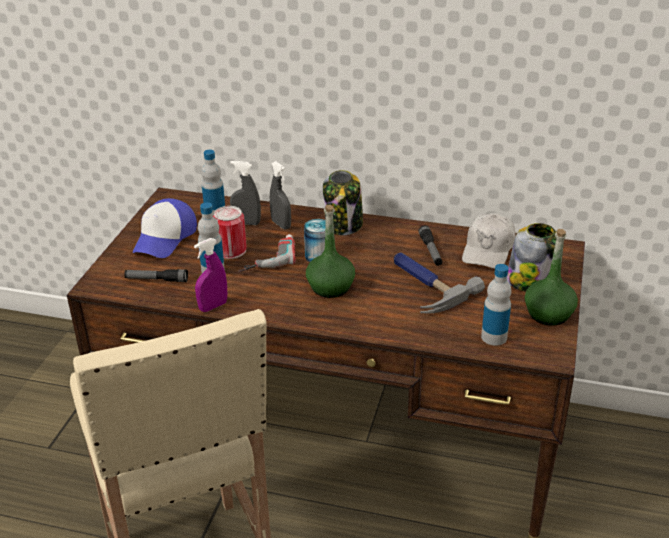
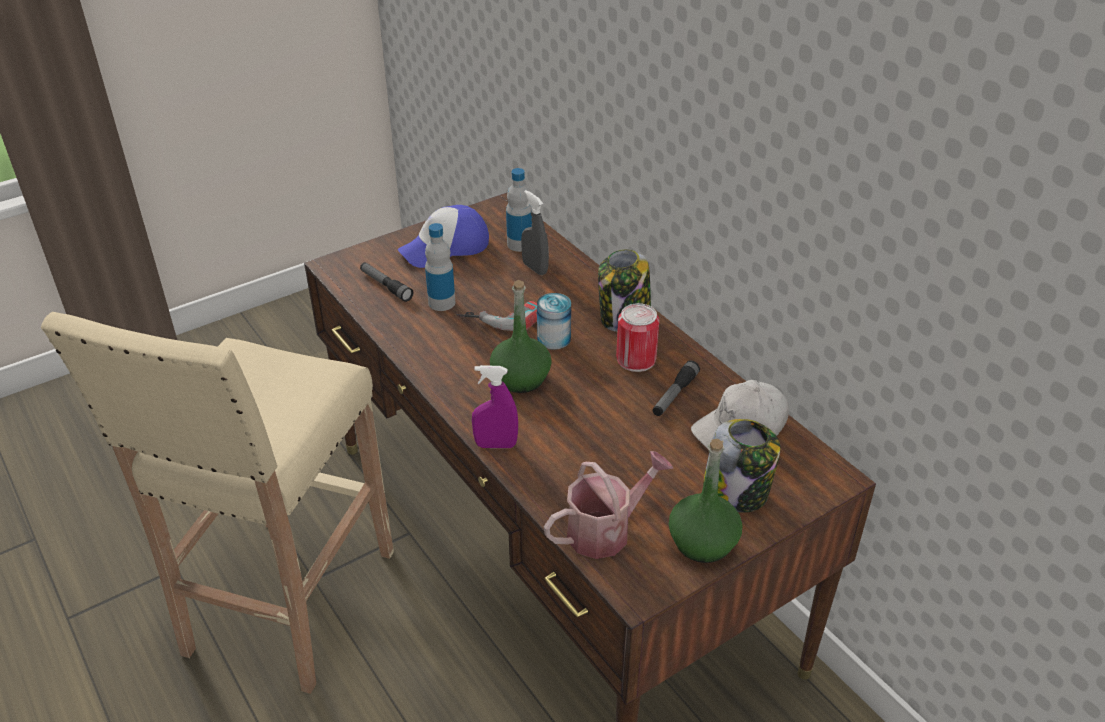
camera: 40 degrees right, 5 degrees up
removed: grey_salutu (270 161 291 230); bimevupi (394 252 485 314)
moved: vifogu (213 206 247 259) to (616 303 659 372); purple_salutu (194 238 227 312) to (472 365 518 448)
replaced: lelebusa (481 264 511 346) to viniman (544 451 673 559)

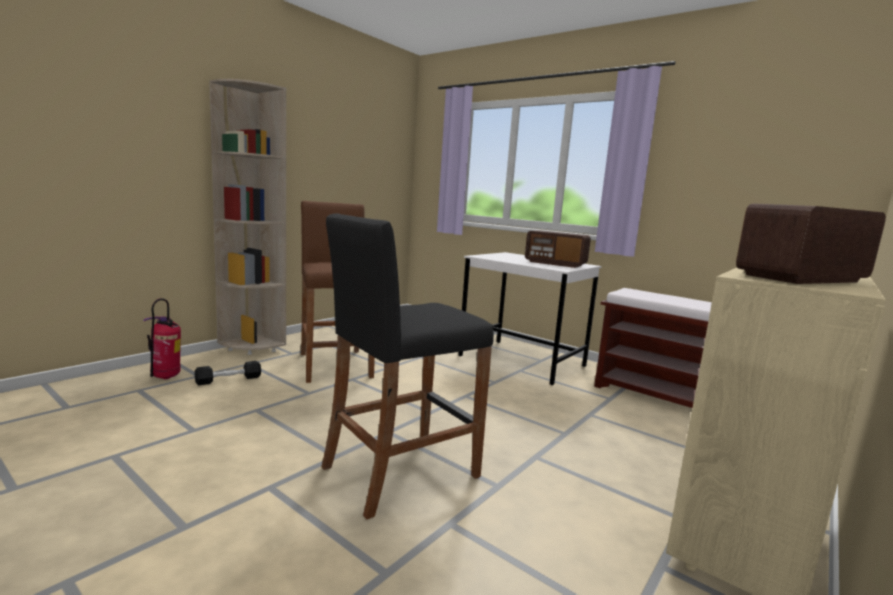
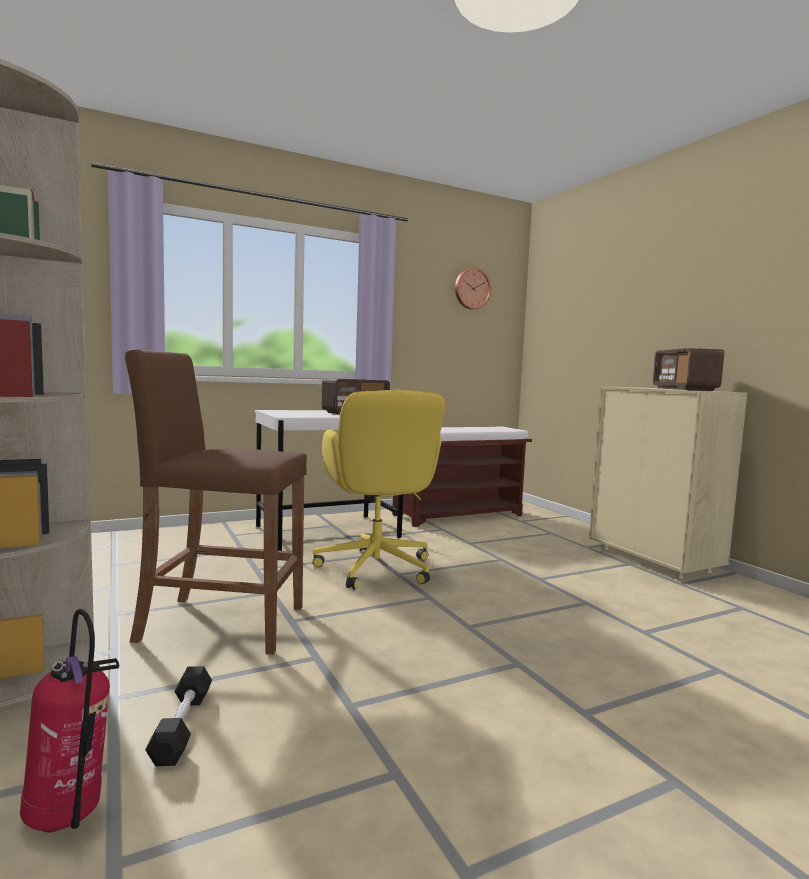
camera: 65 degrees left, 5 degrees down
removed: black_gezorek (321 213 494 519)
added: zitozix (455 268 491 310); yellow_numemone (313 390 445 589)

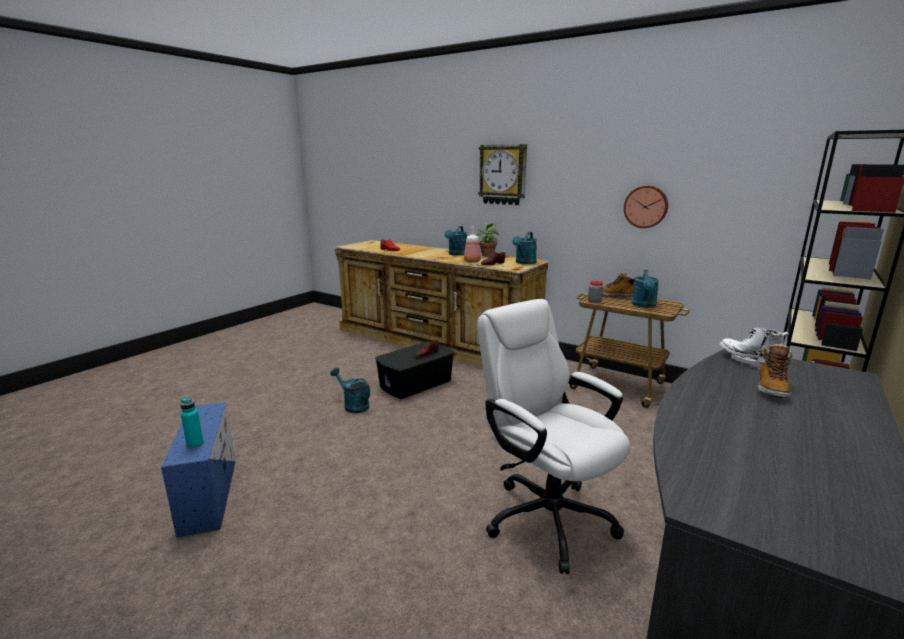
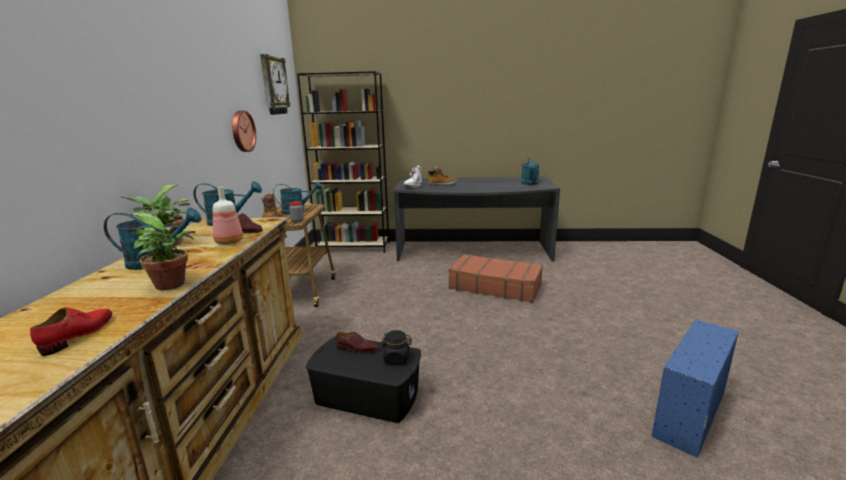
camera: 120 degrees left, 0 degrees up
removed: turquoise_lelebusa (180 397 204 449)
added: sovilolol (131 213 196 290); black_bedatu (381 330 412 365)
moved: zitozix (478 144 527 205) to (260 54 290 115); turquoise_viniman (330 368 370 413) to (521 158 539 185)
replaced: white_numemone (477 299 631 574) to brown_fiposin (448 254 543 303)

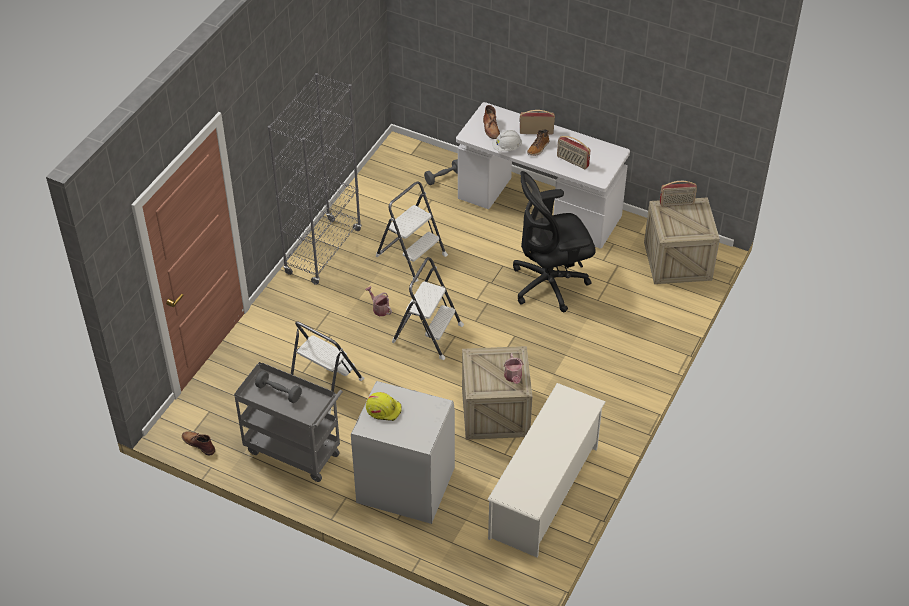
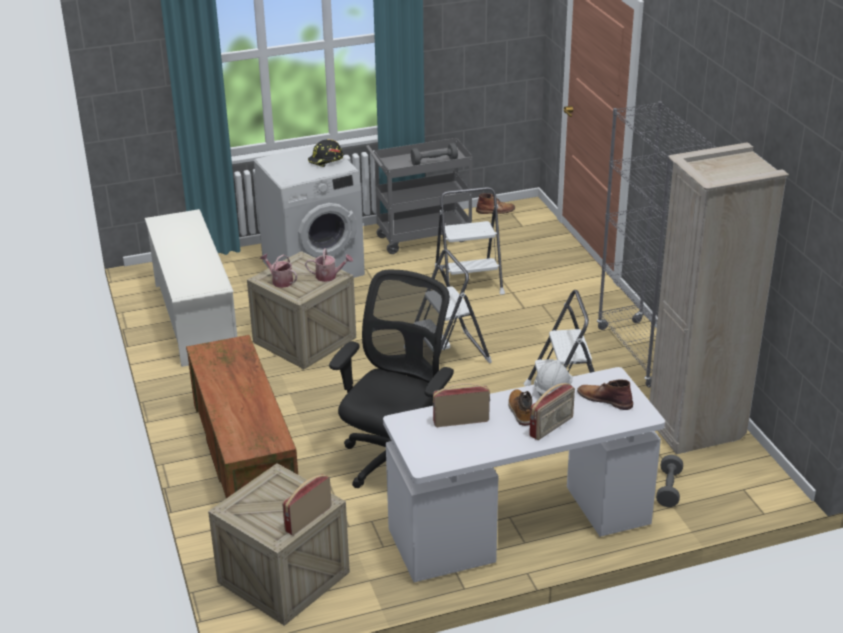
camera: 135 degrees right, 15 degrees down
added: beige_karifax (649 142 789 454); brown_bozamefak (186 335 298 498)
moved: viniman (365 286 392 316) to (305 249 353 282)
recoloured: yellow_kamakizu (366 392 402 421) to black_kamakizu (308 139 343 167)

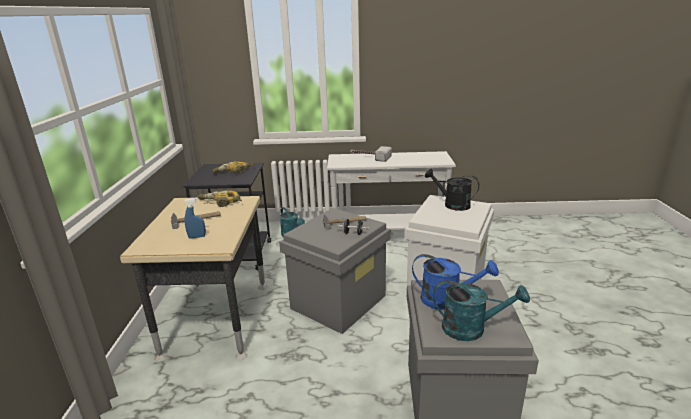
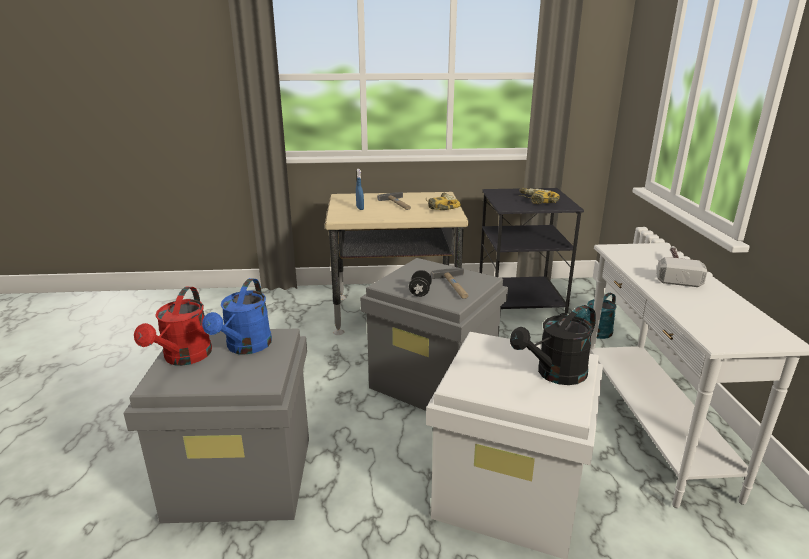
camera: 85 degrees right, 0 degrees up
recoloured: turquoise_viniman (433 280 530 341) to red_viniman (134 287 212 366)
turned: black_viniman (425 169 479 211) = (510 305 596 385) 150 degrees counterclockwise

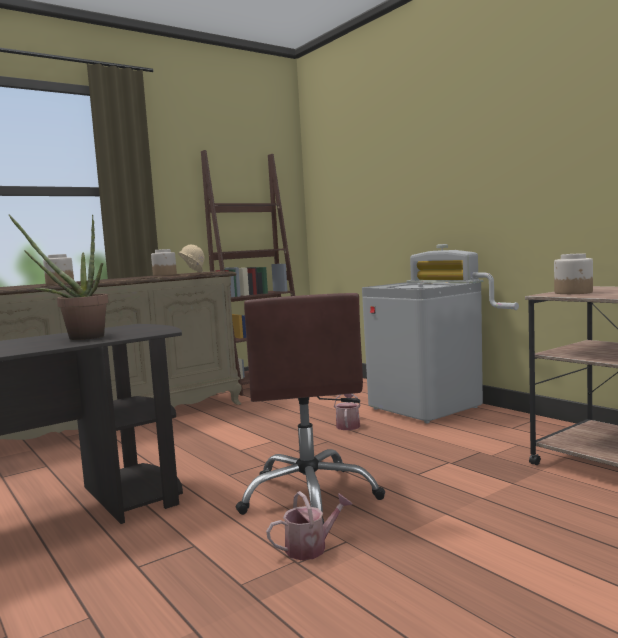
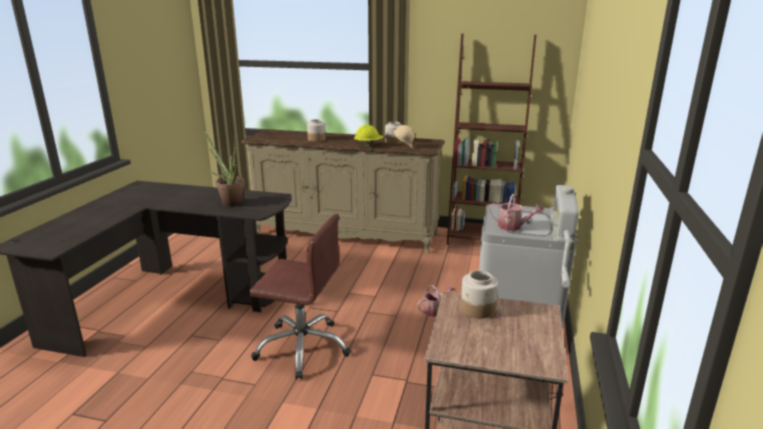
camera: 50 degrees right, 15 degrees up
added: yellow_kamakizu (354 125 384 146)
moved: viniman (266 491 353 560) to (489 194 543 231)
turned: brown_numemone (236 293 385 524) = (249 214 351 380) 120 degrees counterclockwise

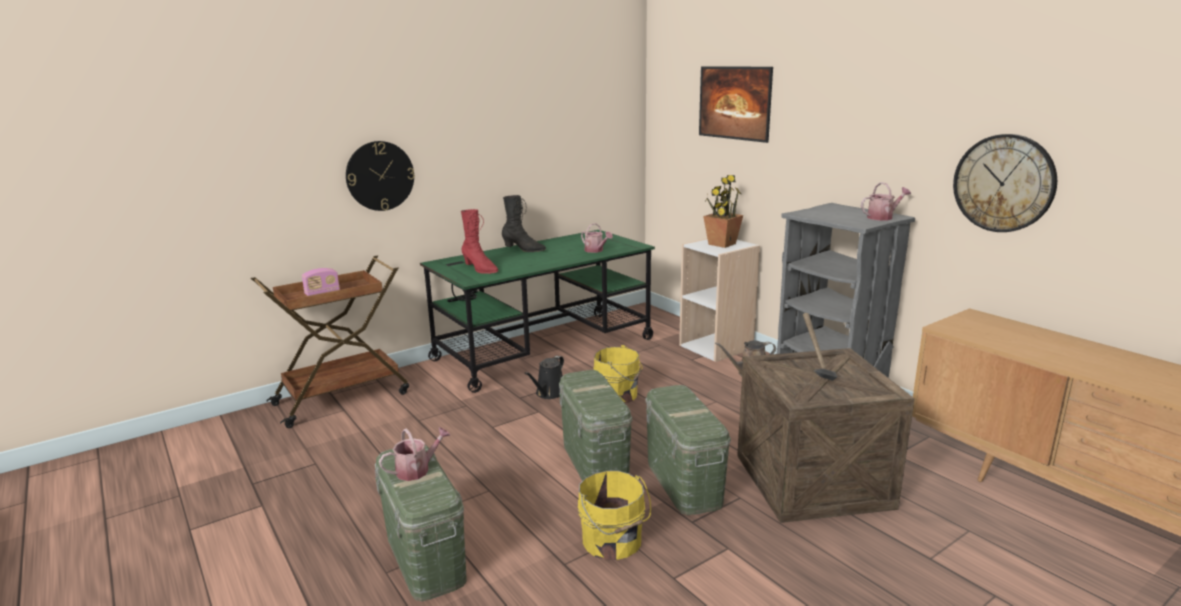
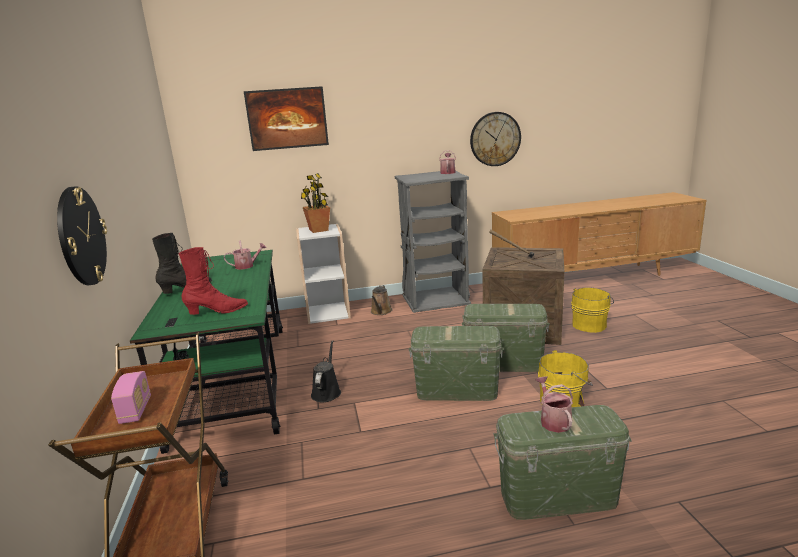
camera: 65 degrees left, 0 degrees up
moved: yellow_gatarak (593 345 642 403) to (571 287 614 333)
turned: black_viniman (525 356 564 399) = (311 340 341 402) 135 degrees counterclockwise

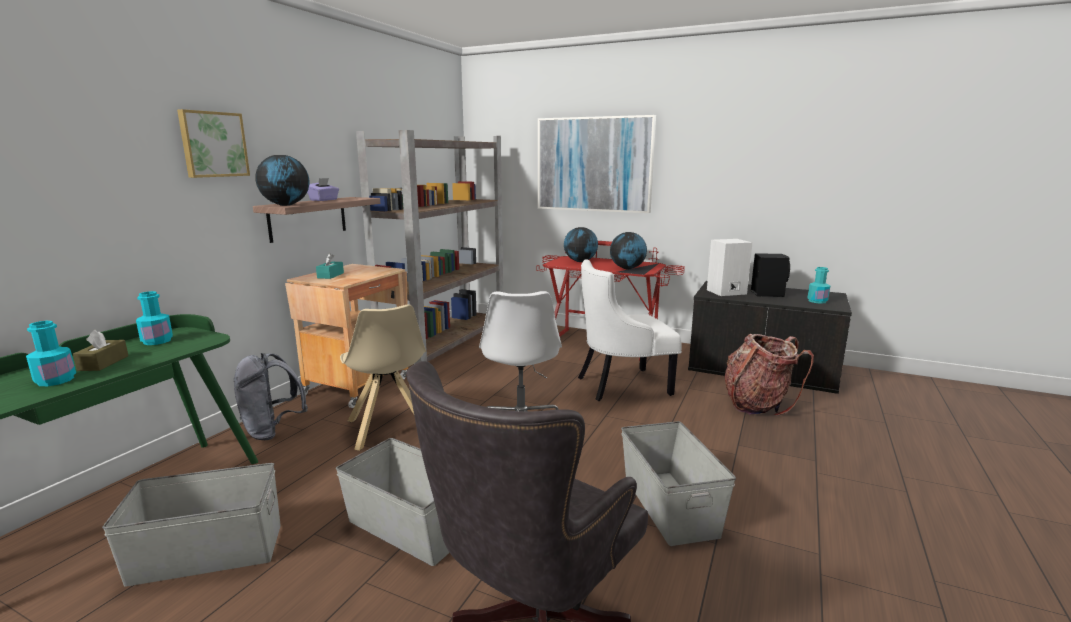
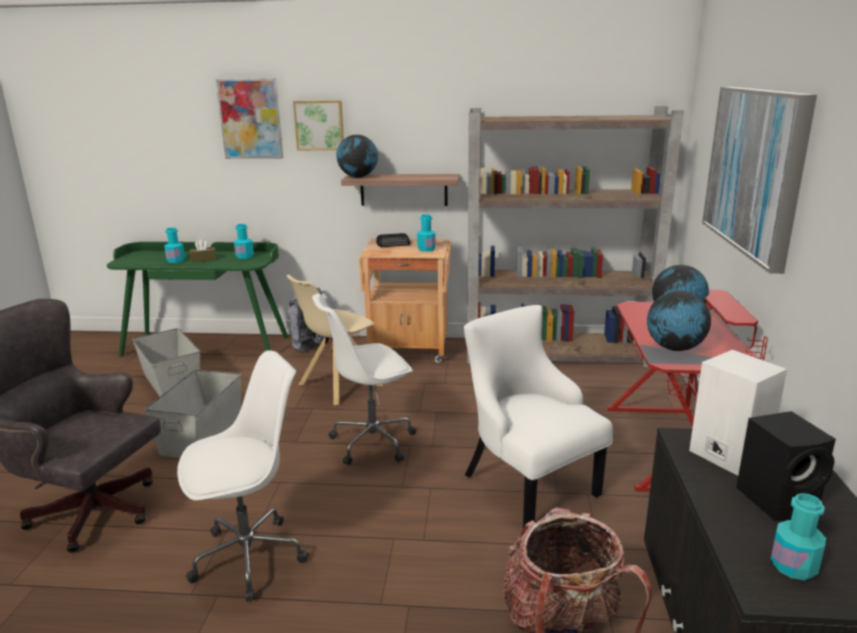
camera: 70 degrees right, 5 degrees up
removed: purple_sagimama (307 178 339 201)
added: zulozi (216 78 283 159); turquoise_lelebusa (417 215 436 252)
replaced: turquoise_sagimama (316 253 344 279) to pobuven (376 233 410 247); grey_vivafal (621 421 736 546) to white_numemone (177 350 309 601)

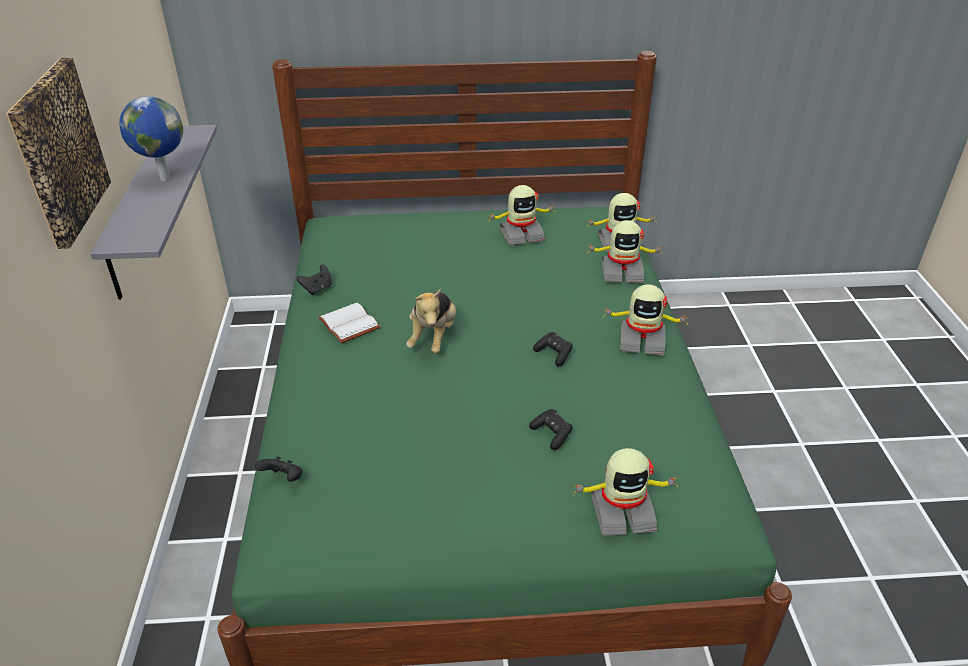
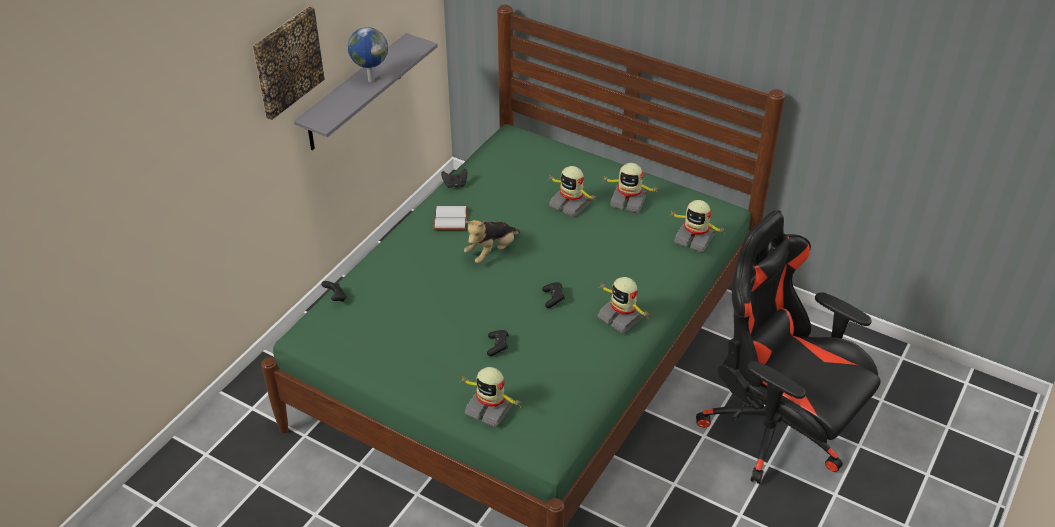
camera: 35 degrees right, 5 degrees up
added: black_numemone (696 210 881 484)
moved: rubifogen (586 220 663 283) to (548 166 595 217)

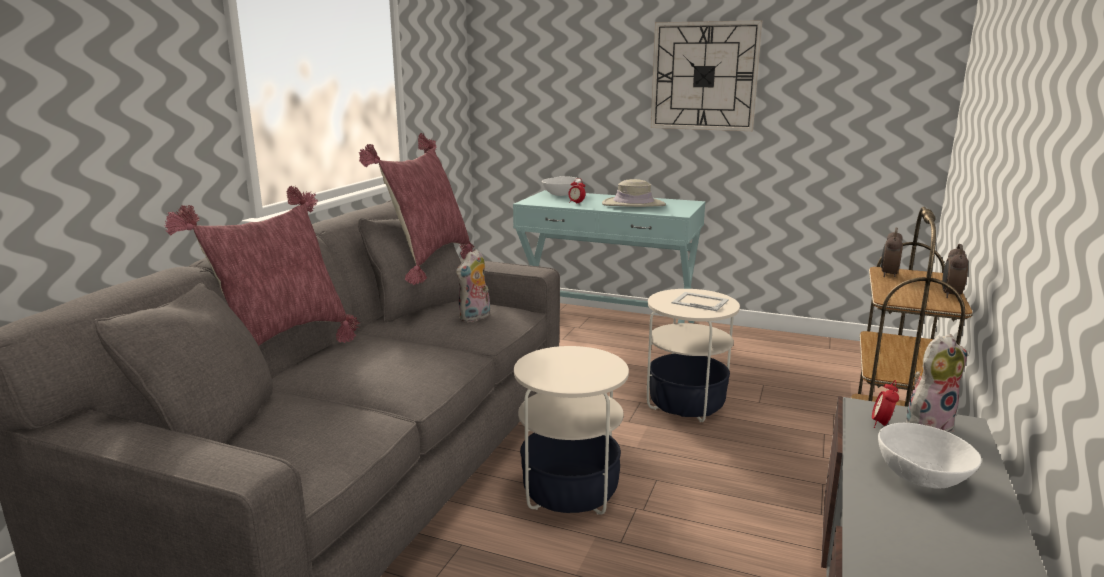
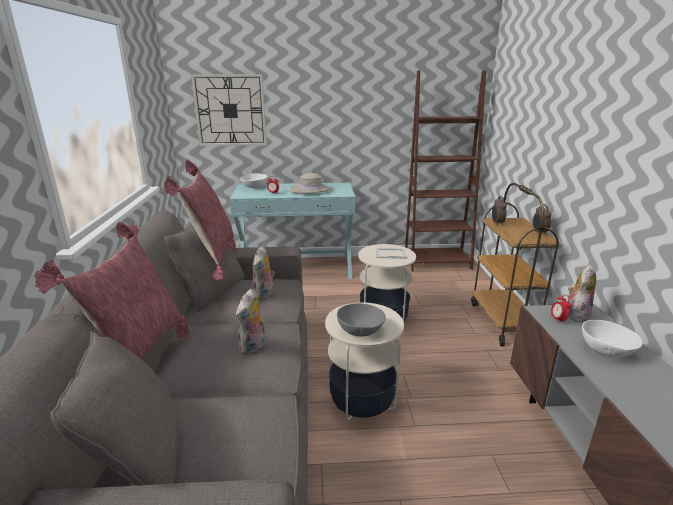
camera: 25 degrees left, 5 degrees up
added: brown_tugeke (405 70 486 271); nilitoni (236 289 266 355); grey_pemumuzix (337 303 386 337)
moved: zitozix (651 20 762 131) to (191 74 267 146)

